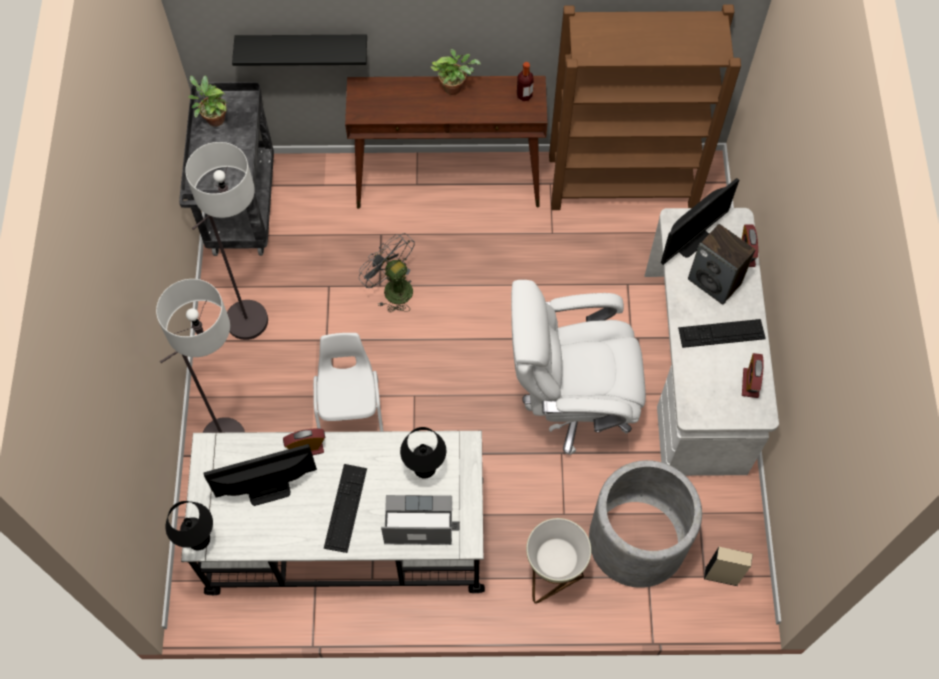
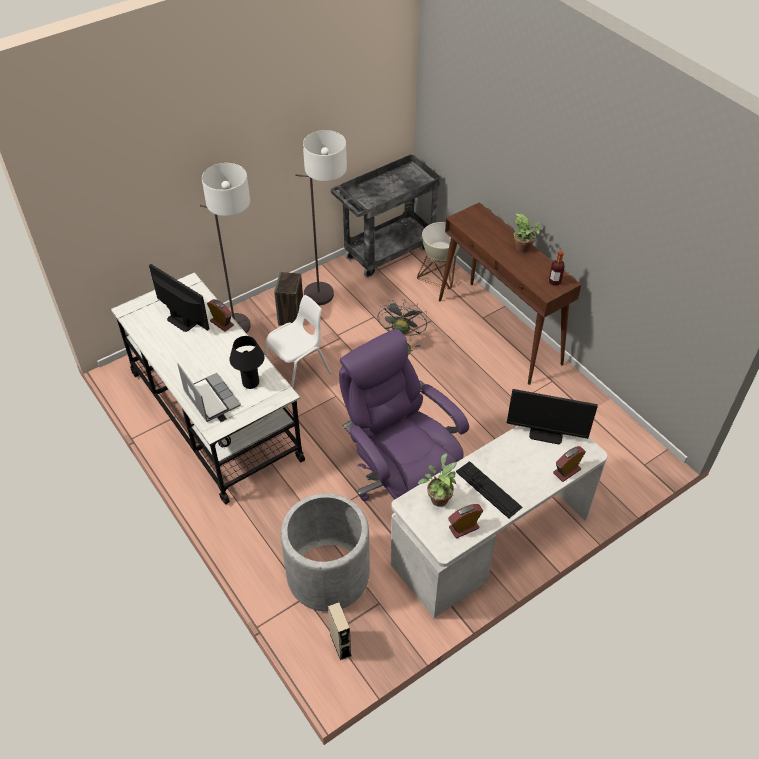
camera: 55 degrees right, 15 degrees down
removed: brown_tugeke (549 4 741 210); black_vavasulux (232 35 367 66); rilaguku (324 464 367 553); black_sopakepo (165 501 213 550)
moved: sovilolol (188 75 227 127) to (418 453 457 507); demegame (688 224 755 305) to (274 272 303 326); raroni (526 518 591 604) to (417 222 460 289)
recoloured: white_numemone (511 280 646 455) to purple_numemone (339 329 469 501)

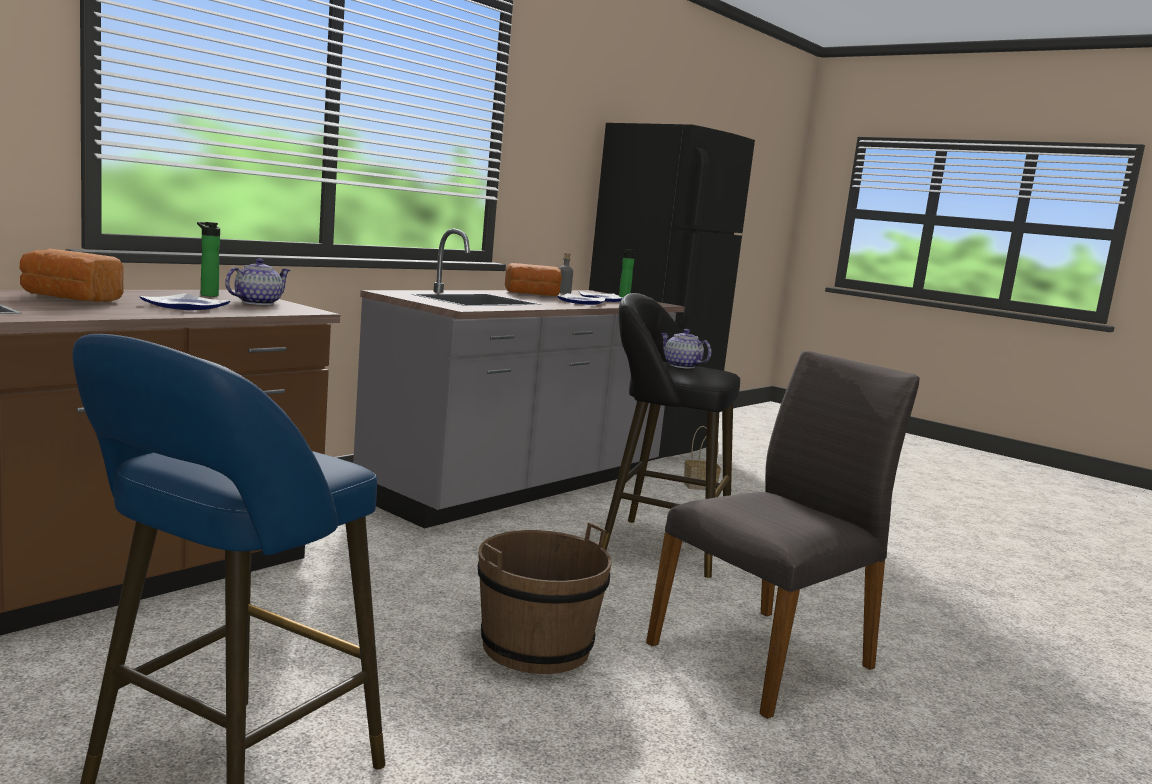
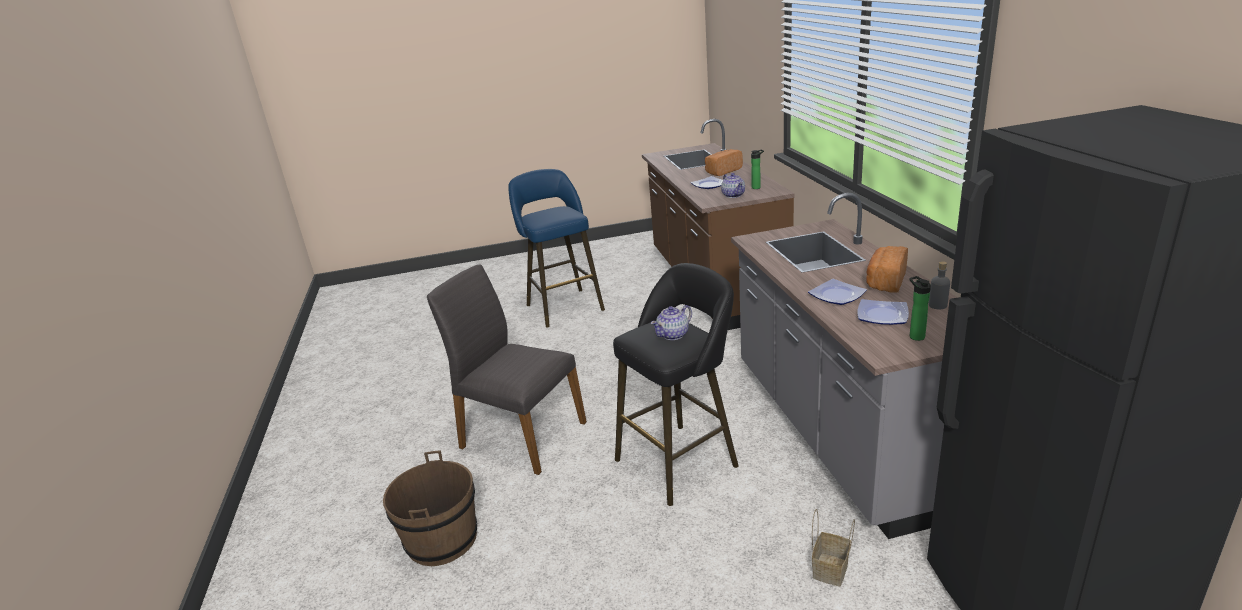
camera: 130 degrees right, 15 degrees up
moved: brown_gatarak (478 522 612 674) to (383 451 477 566)
turned: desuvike (660 329 711 369) = (651 305 692 340) 150 degrees clockwise; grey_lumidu (646 351 920 719) = (427 265 587 475) 120 degrees clockwise

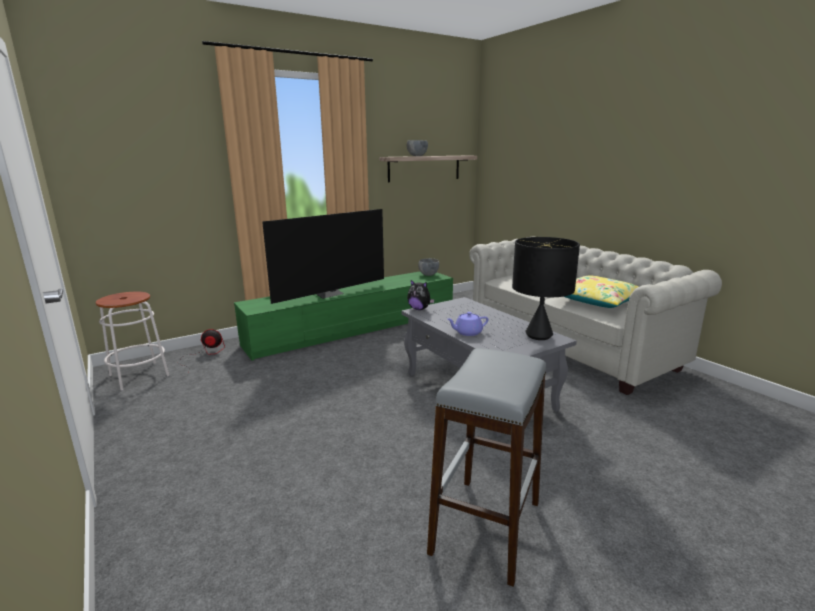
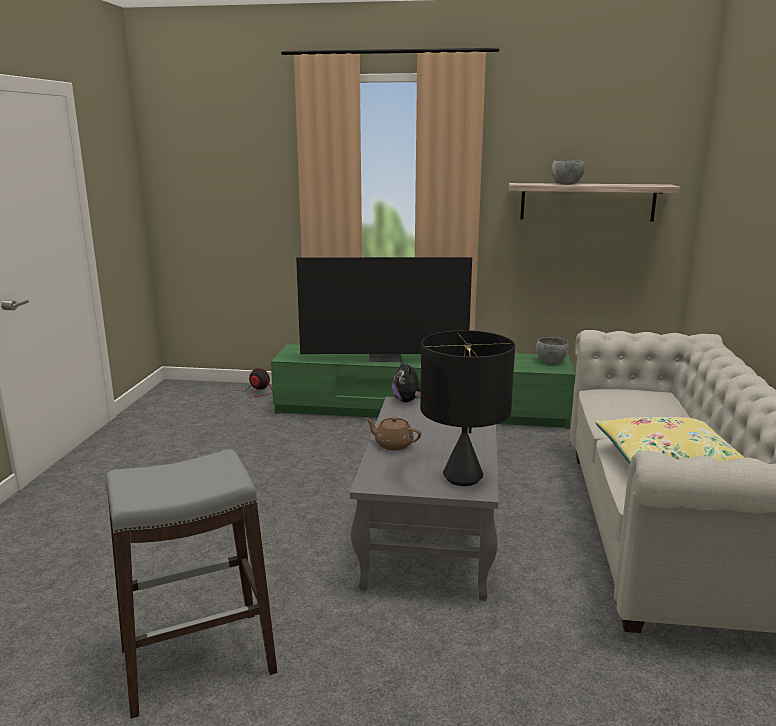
camera: 40 degrees right, 0 degrees up
removed: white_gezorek (96 292 169 391)
recoloured: purple_desuvike (447 312 489 336) to brown_desuvike (365 416 421 450)

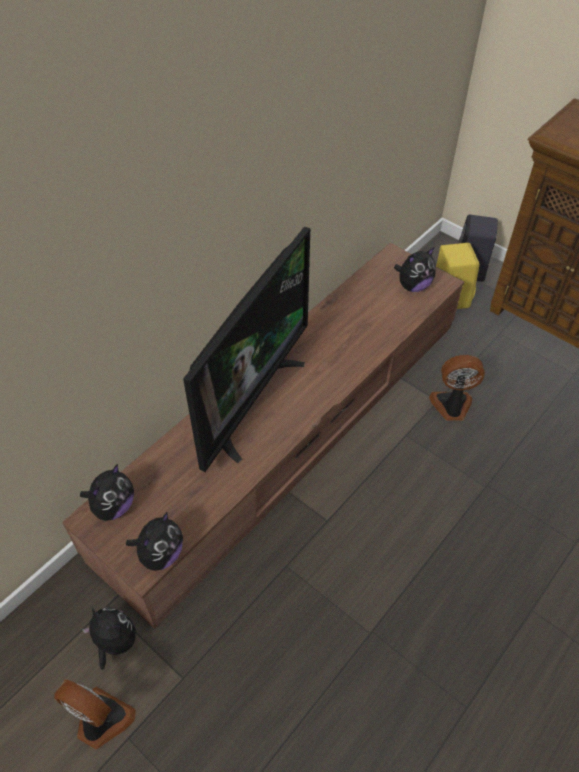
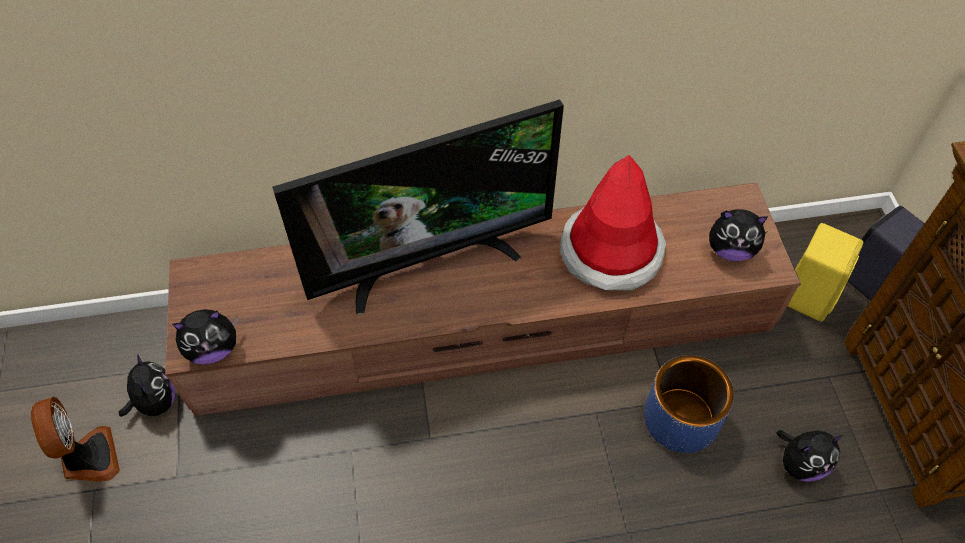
camera: 40 degrees right, 5 degrees up
added: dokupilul (560 155 666 290)
moved: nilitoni (80 464 134 521) to (776 430 844 482)
replaced: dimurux (429 355 485 421) to blue_raroni (644 355 734 453)

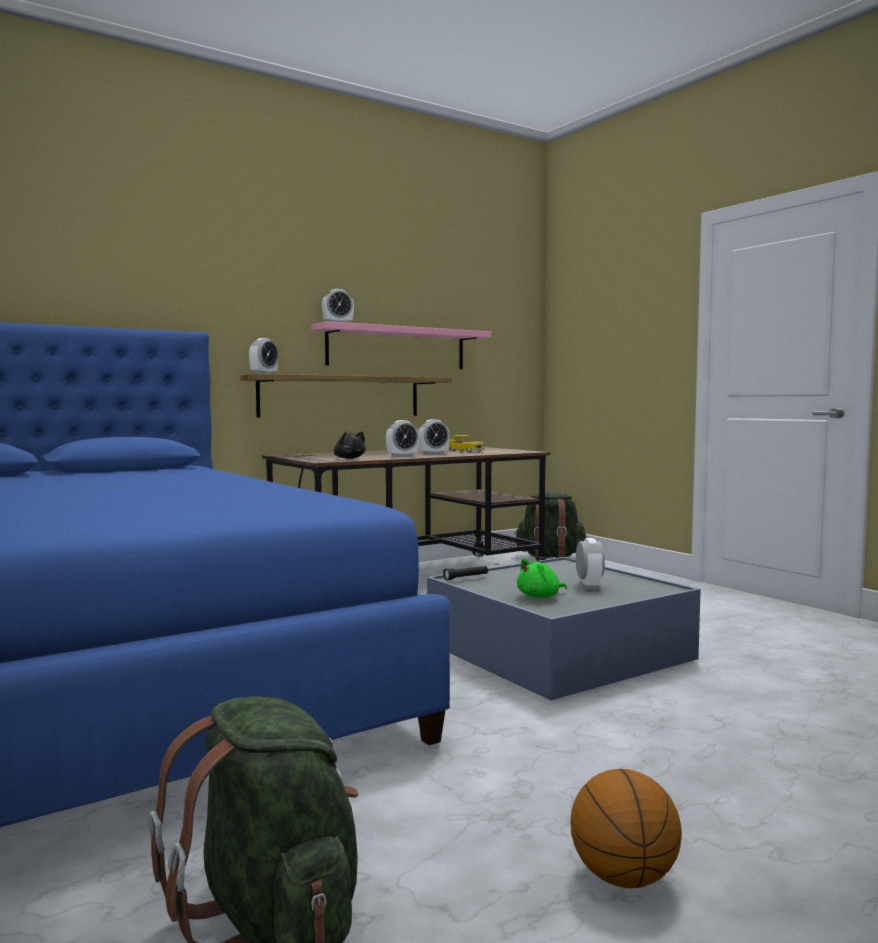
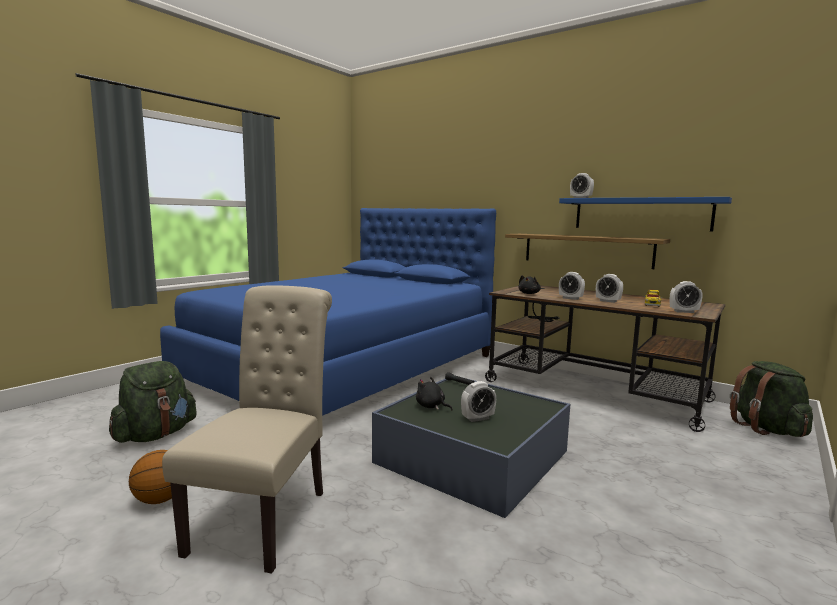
camera: 70 degrees right, 5 degrees up
added: beige_lumidu (162 285 332 574)
moved: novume (249 338 279 374) to (670 281 703 313)
recoloured: pink_vavasulux (311 321 491 369) to blue_vavasulux (559 197 732 232); green_nilitoni (517 558 567 598) to black_nilitoni (416 377 452 410)

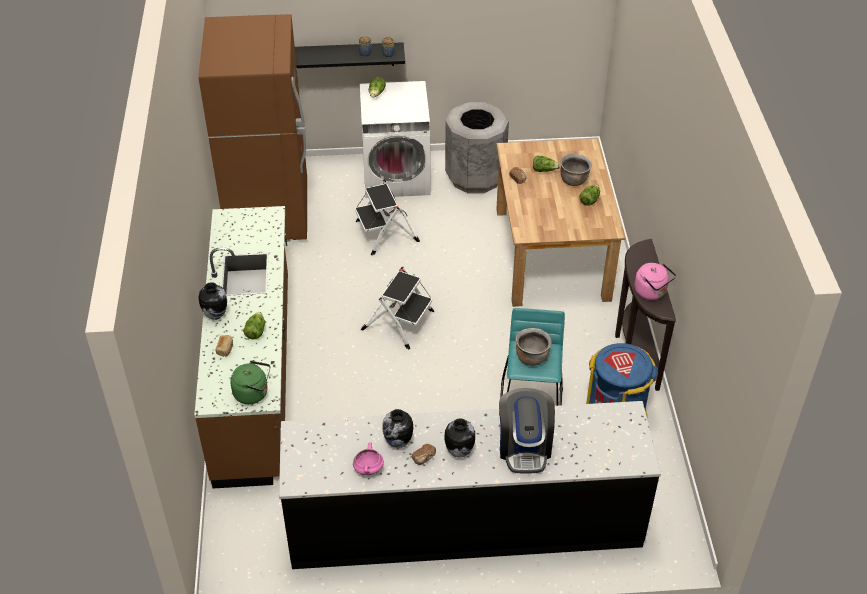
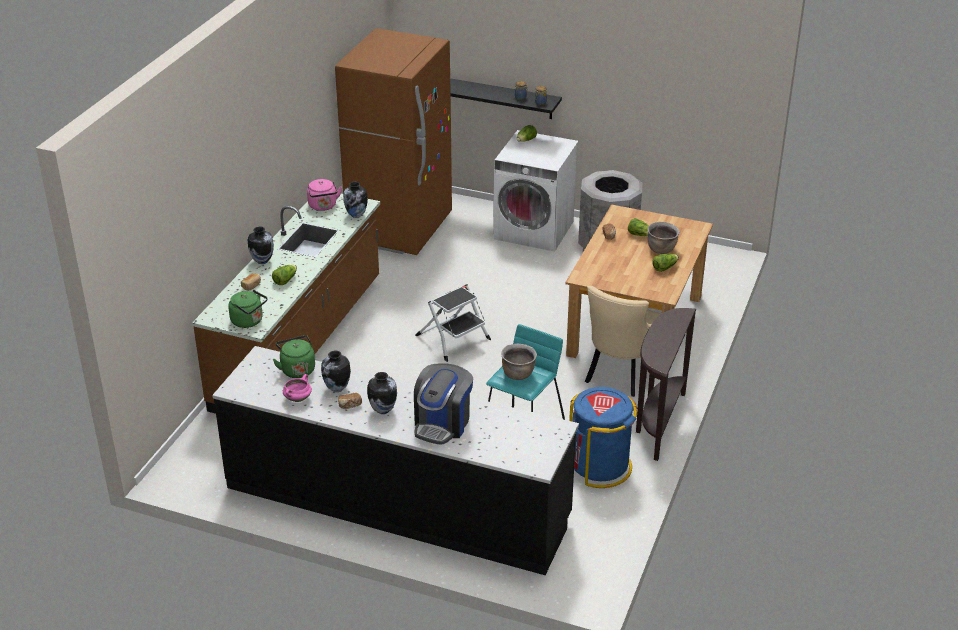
camera: 25 degrees right, 10 degrees down
removed: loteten (355 180 420 255)
added: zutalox (343 182 368 218); beige_lumidu (585 286 661 397); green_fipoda (273 335 315 378)
moved: pink_fipoda (634 263 676 300) to (307 179 342 211)

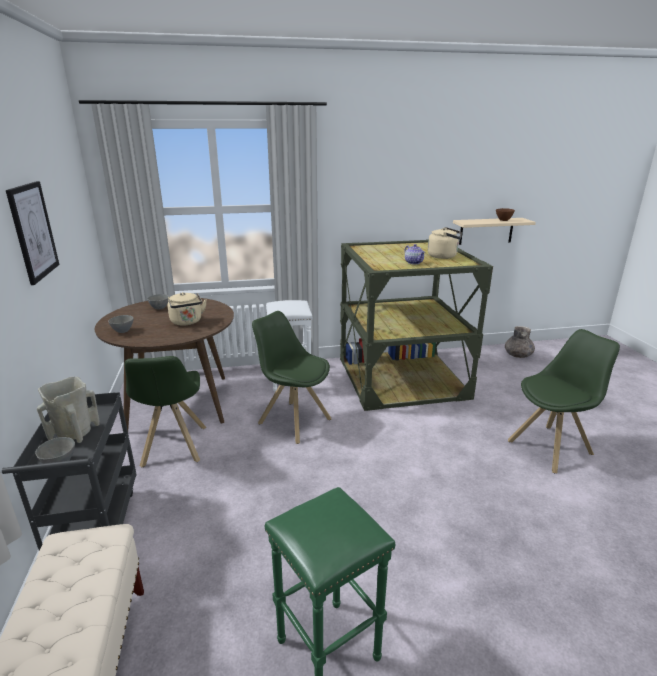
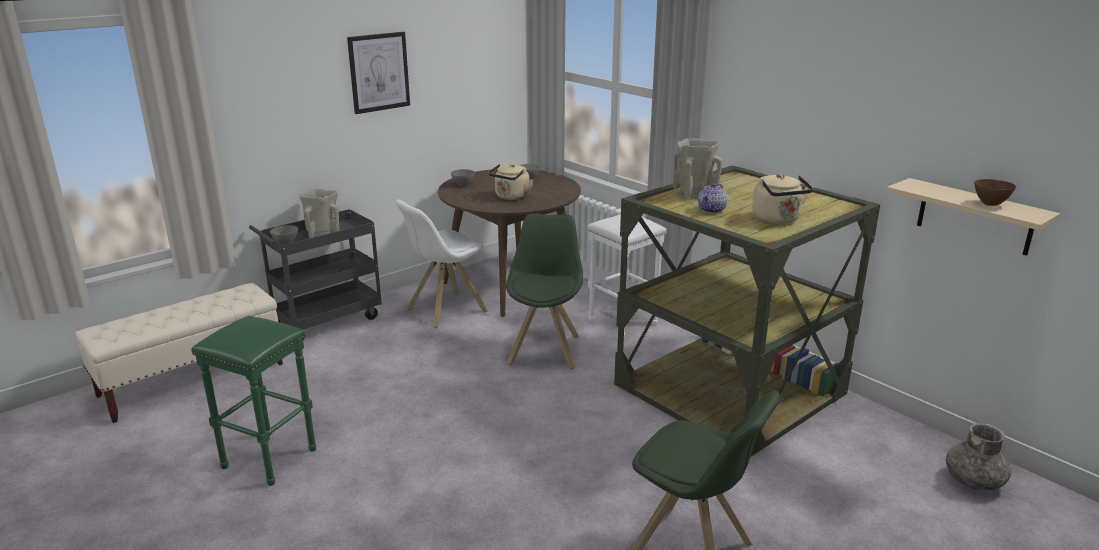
camera: 60 degrees right, 0 degrees up
added: beige_zutalox (673 138 722 198)
recoloured: green_lumidu (125 356 206 467) to white_lumidu (396 200 488 328)

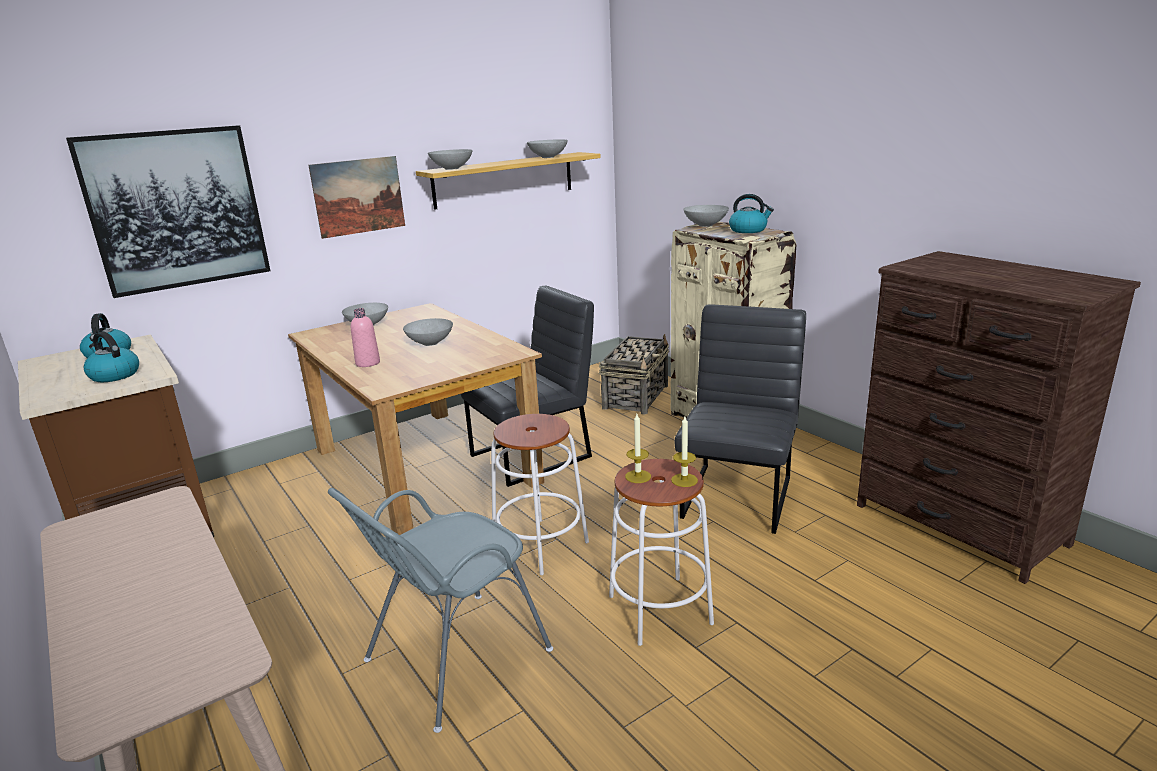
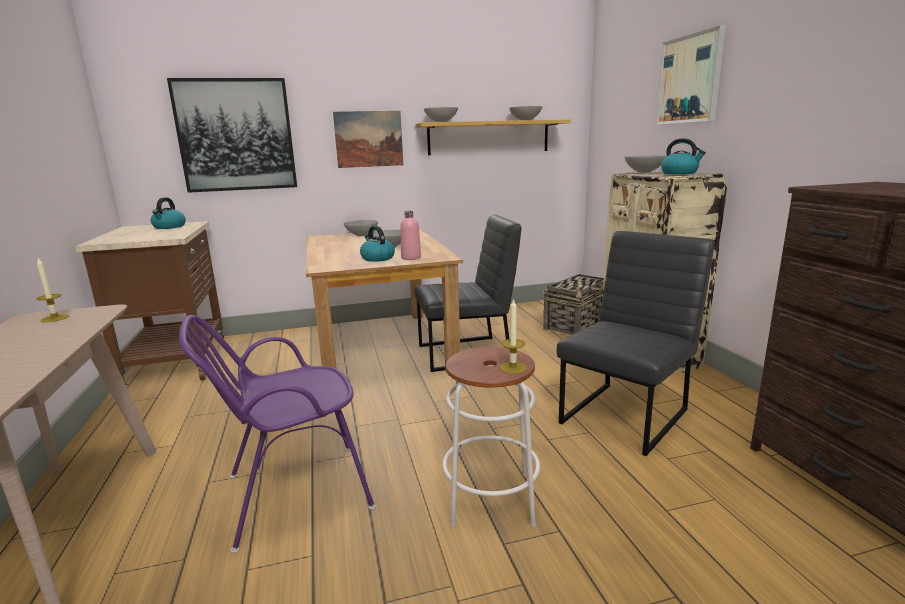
camera: 20 degrees right, 5 degrees down
removed: white_gezorek (491 414 589 575)
added: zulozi (655 25 726 125)
moved: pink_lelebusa (351 308 380 367) to (400 211 421 260); fipoda (84 331 139 382) to (360 226 395 262); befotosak (625 414 651 483) to (37 258 69 322)
recoloured: grey_lumidu (328 488 553 733) to purple_lumidu (179 315 376 553)

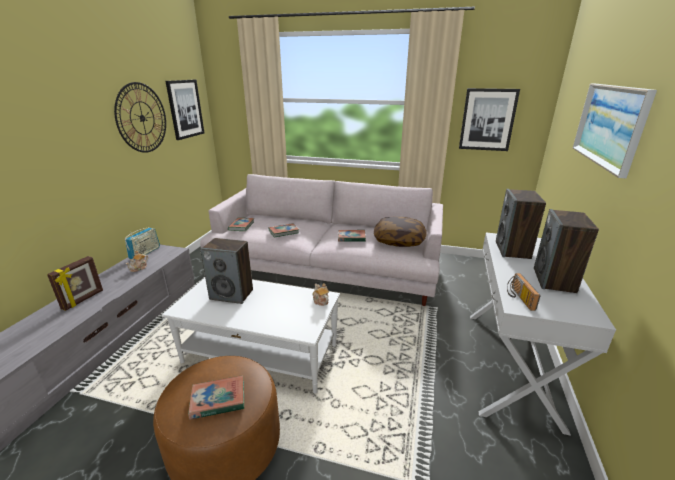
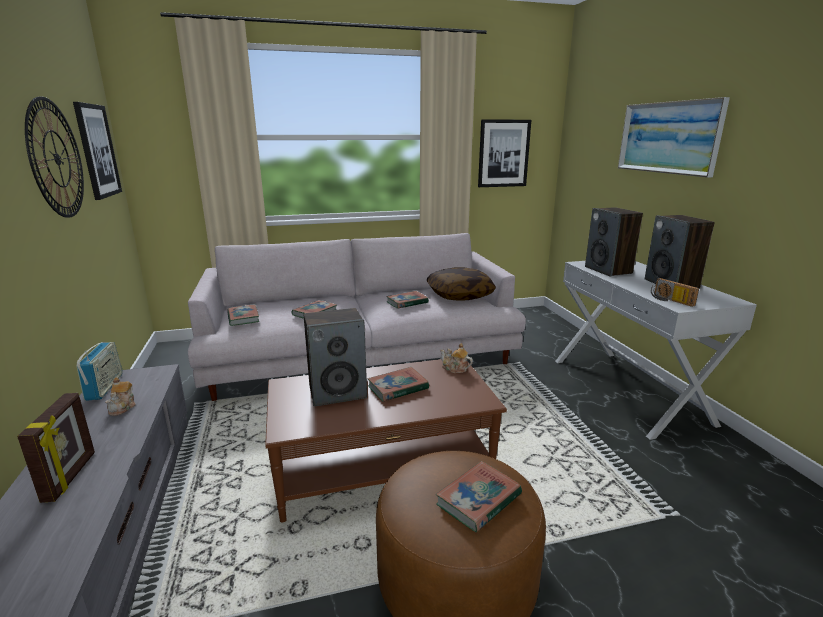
camera: 30 degrees left, 5 degrees down
added: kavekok (367 367 429 402)
recoloured: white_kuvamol (162 278 340 393) to brown_kuvamol (265 359 507 523)

